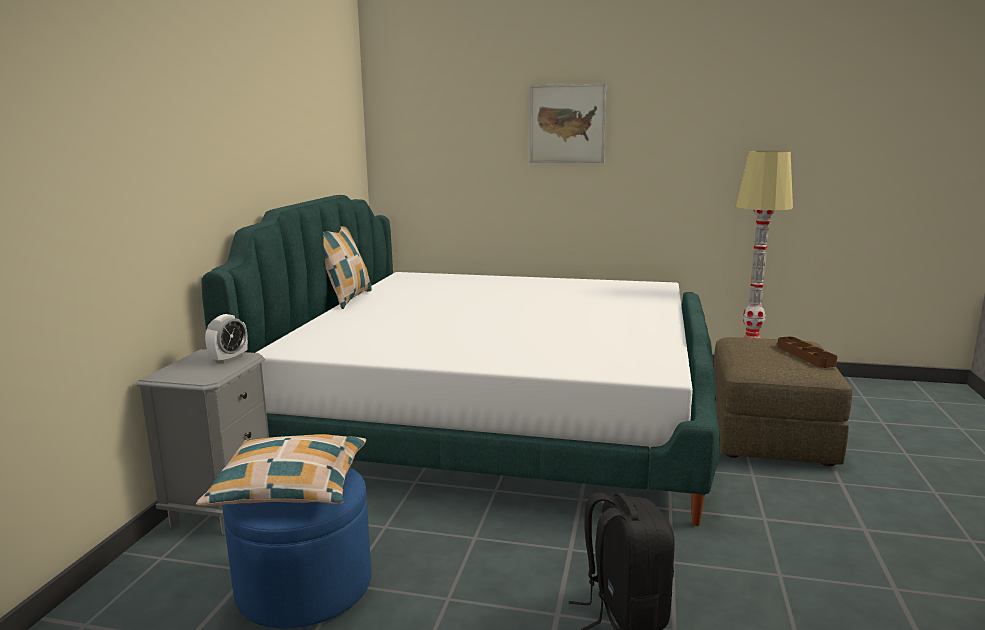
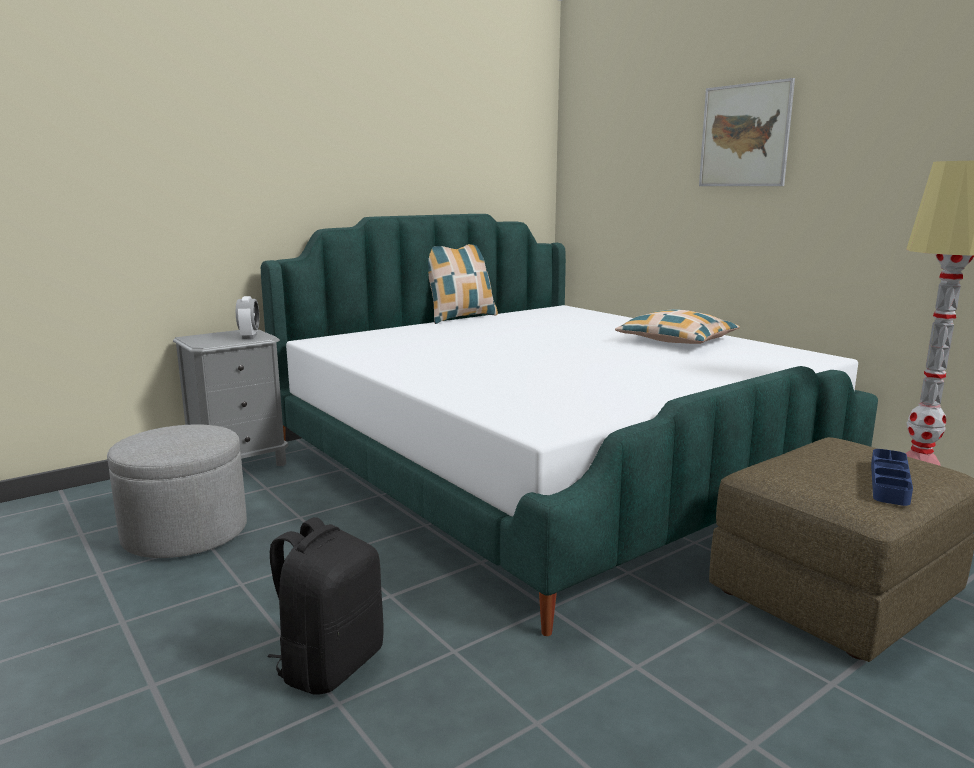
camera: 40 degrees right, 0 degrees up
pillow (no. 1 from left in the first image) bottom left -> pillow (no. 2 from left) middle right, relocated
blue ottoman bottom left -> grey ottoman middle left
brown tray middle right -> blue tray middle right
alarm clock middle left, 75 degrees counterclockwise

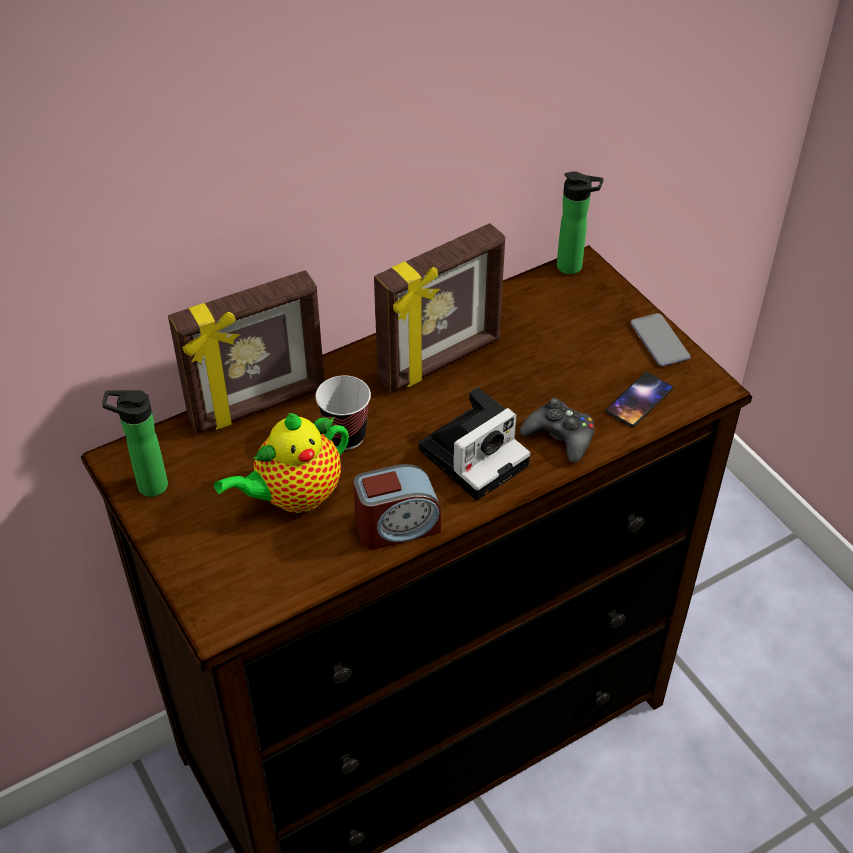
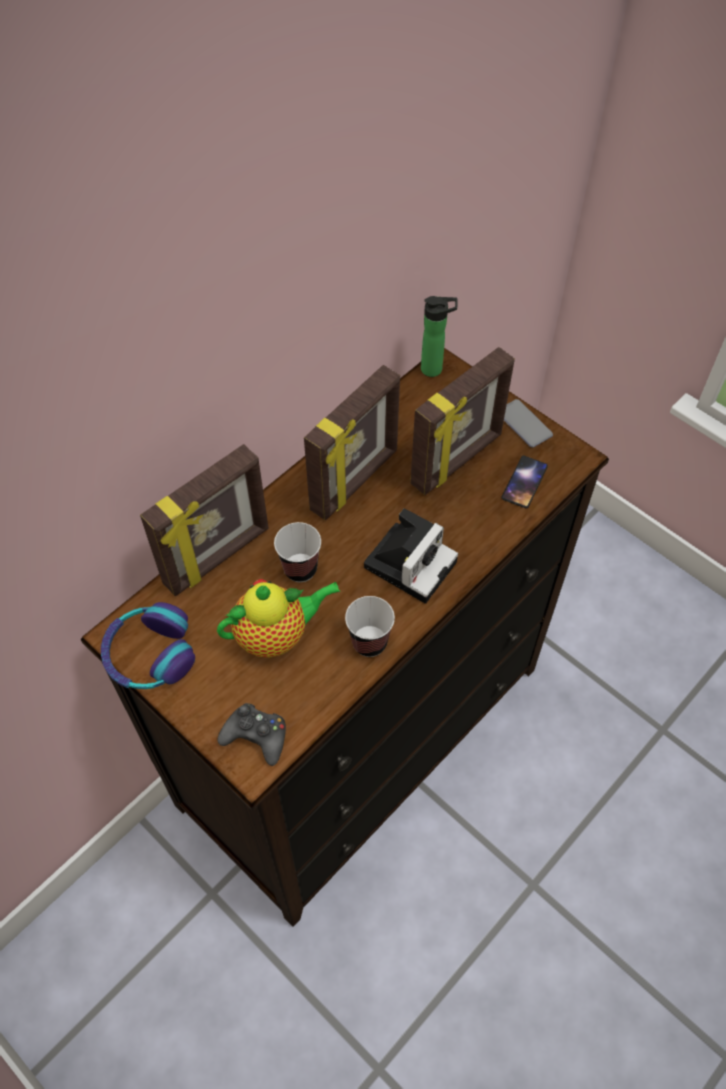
camera: 15 degrees left, 10 degrees up
none -> picture frame (no. 3 from left) centre
black game controller centre -> black game controller bottom centre, relocated
bottle (no. 1 from left) middle left -> headphones middle left
alarm clock centre -> cup (no. 2 from left) centre
teapot middle left -> teapot centre, 150 degrees counterclockwise

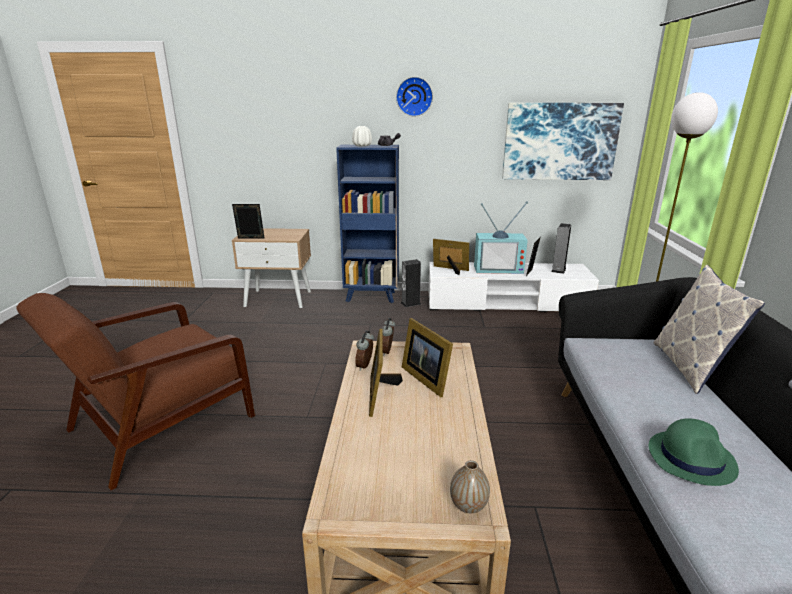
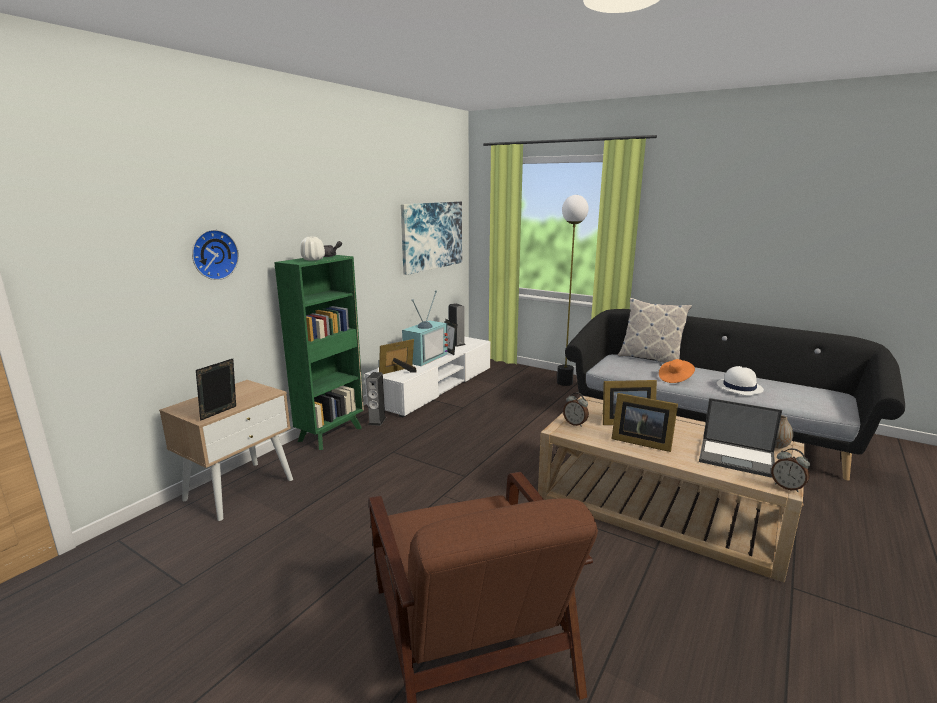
camera: 60 degrees left, 5 degrees down
none -> orange hat middle right
none -> laptop middle right
alarm clock (no. 1 from left in the first image) centre -> alarm clock (no. 2 from left) bottom right, relocated
wall clock top centre -> wall clock middle left, relocated
blue bookcase centre -> green bookcase centre
green hat bottom right -> white hat middle right

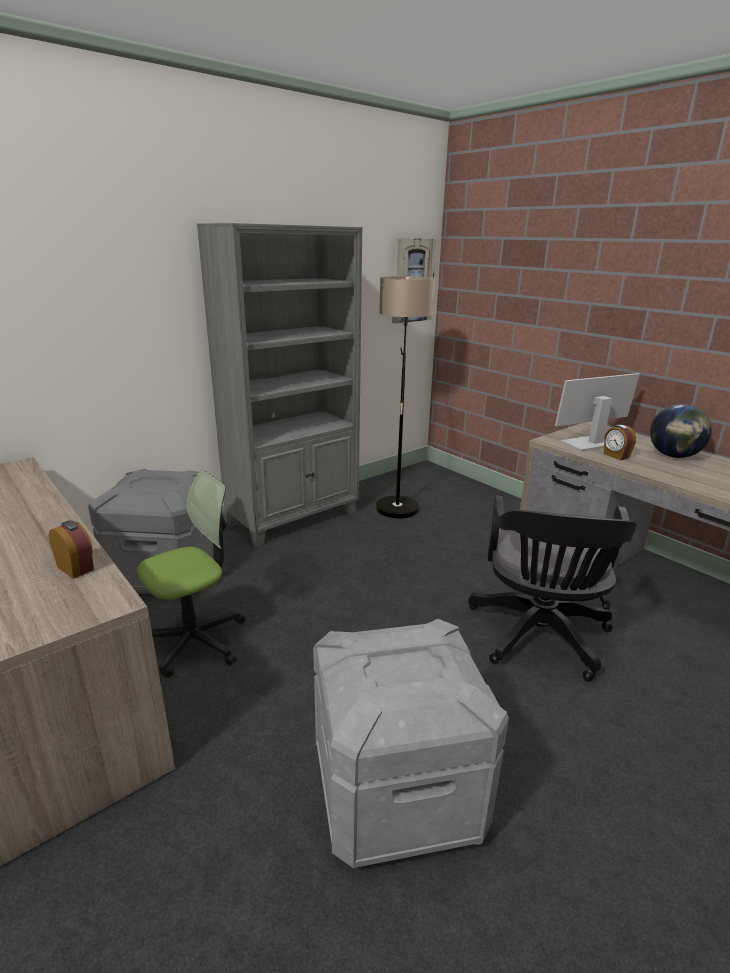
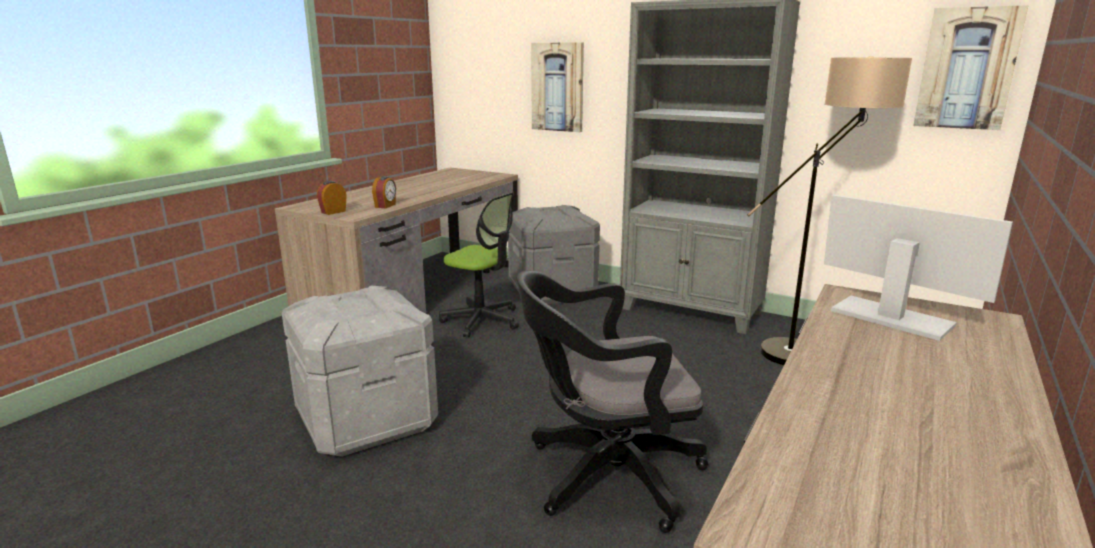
camera: 70 degrees right, 5 degrees down
globe middle right -> none
none -> picture (no. 1 from left) top centre
alarm clock (no. 2 from left in the first image) middle right -> alarm clock (no. 1 from left) middle left, relocated

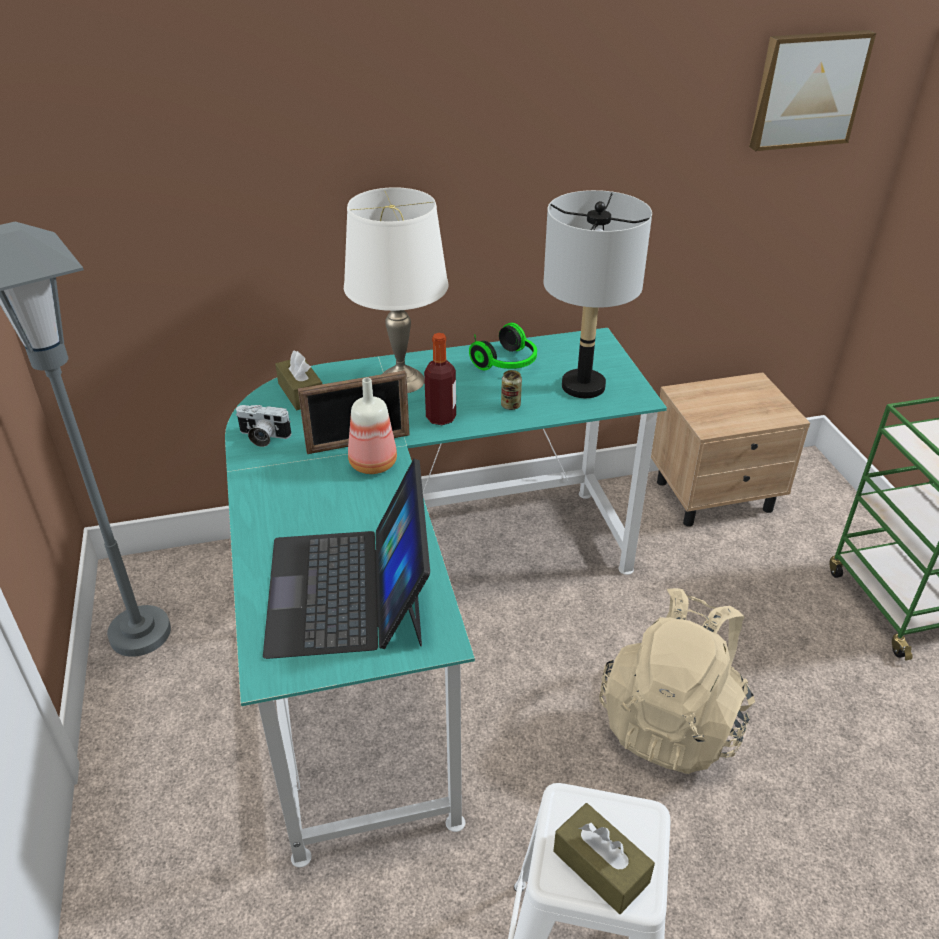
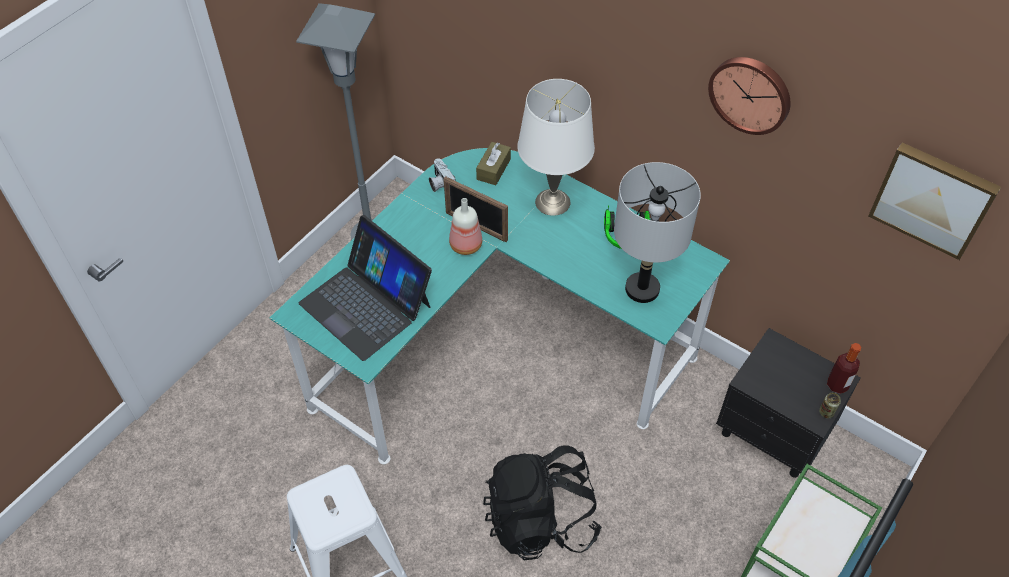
camera: 50 degrees right, 15 degrees up
brown tissue box (no. 2 from left) bottom centre -> none
none -> wall clock top right
bottle (no. 2 from left) centre -> bottle (no. 2 from left) middle right, relocated
can centre -> can bottom right, relocated
beige backpack bottom right -> black backpack bottom centre
beige nightstand middle right -> black nightstand bottom right
laptop centre, 90 degrees counterclockwise

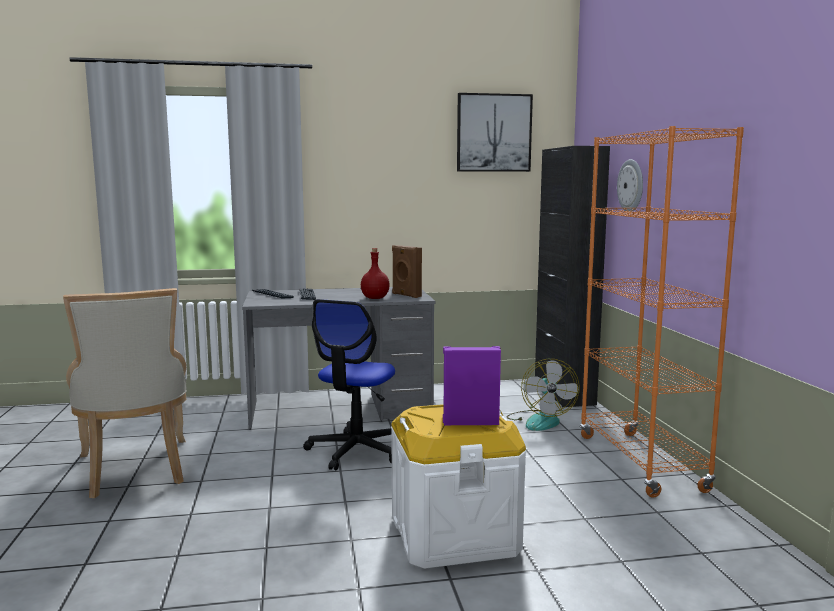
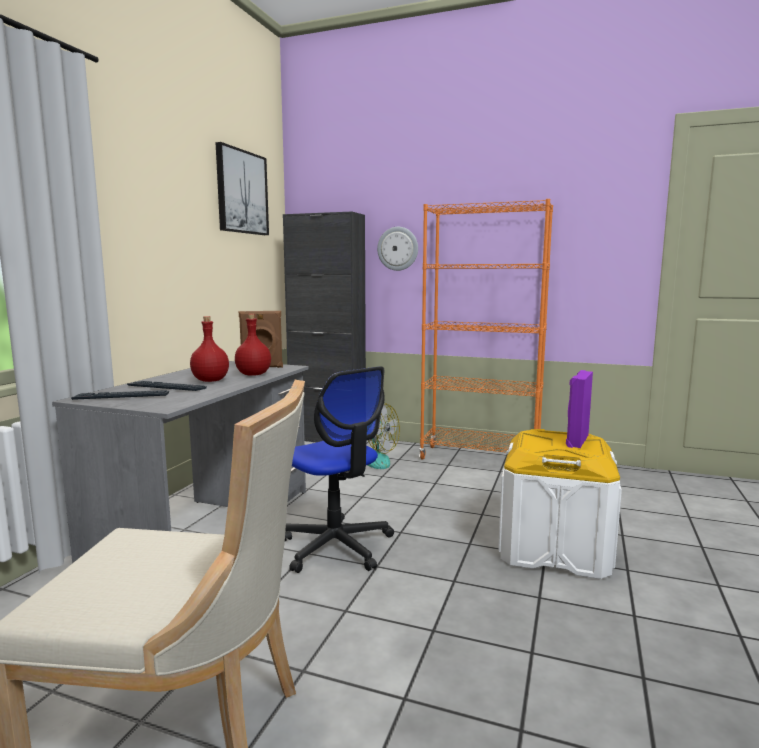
camera: 60 degrees left, 0 degrees up
none -> red bottle (no. 1 from left) middle left

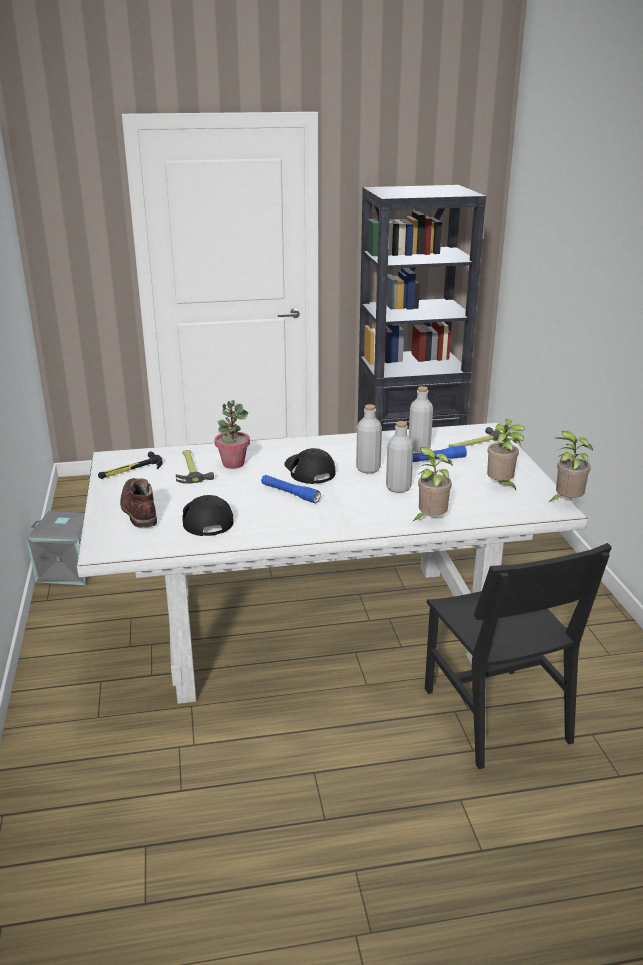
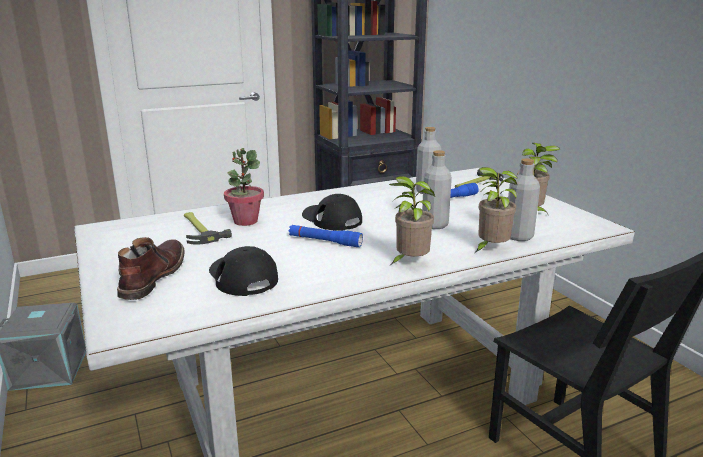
camera: 15 degrees left, 5 degrees down
hammer (no. 1 from left) middle left -> none
grey bottle (no. 1 from left in the first image) centre -> grey bottle (no. 3 from left) middle right, relocated
potted plant (no. 4 from left in the first image) middle right -> potted plant (no. 2 from left) centre, relocated
brown boot middle left, 45 degrees clockwise

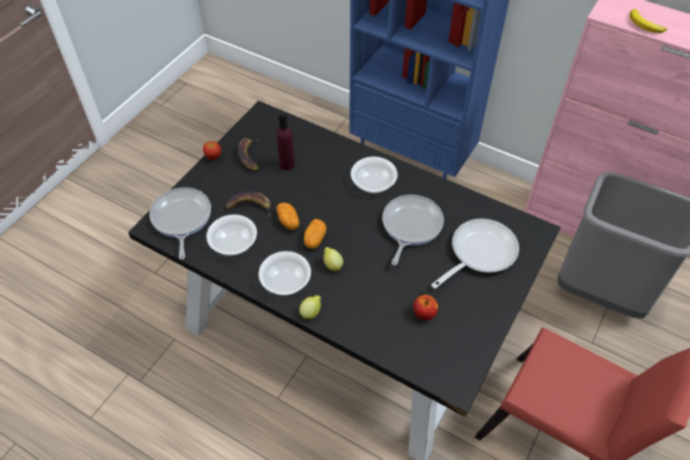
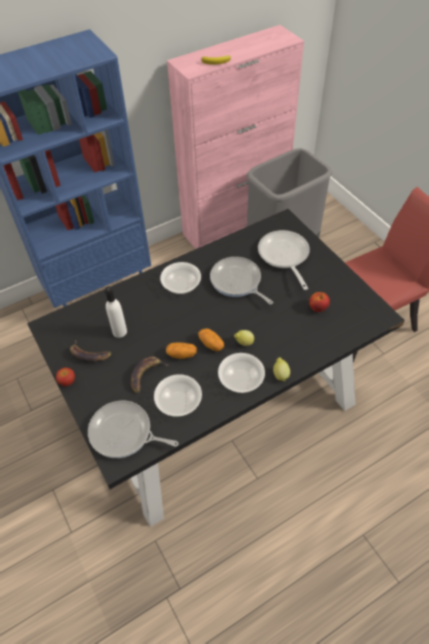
camera: 60 degrees left, 0 degrees up
purple bottle top centre -> white bottle middle left

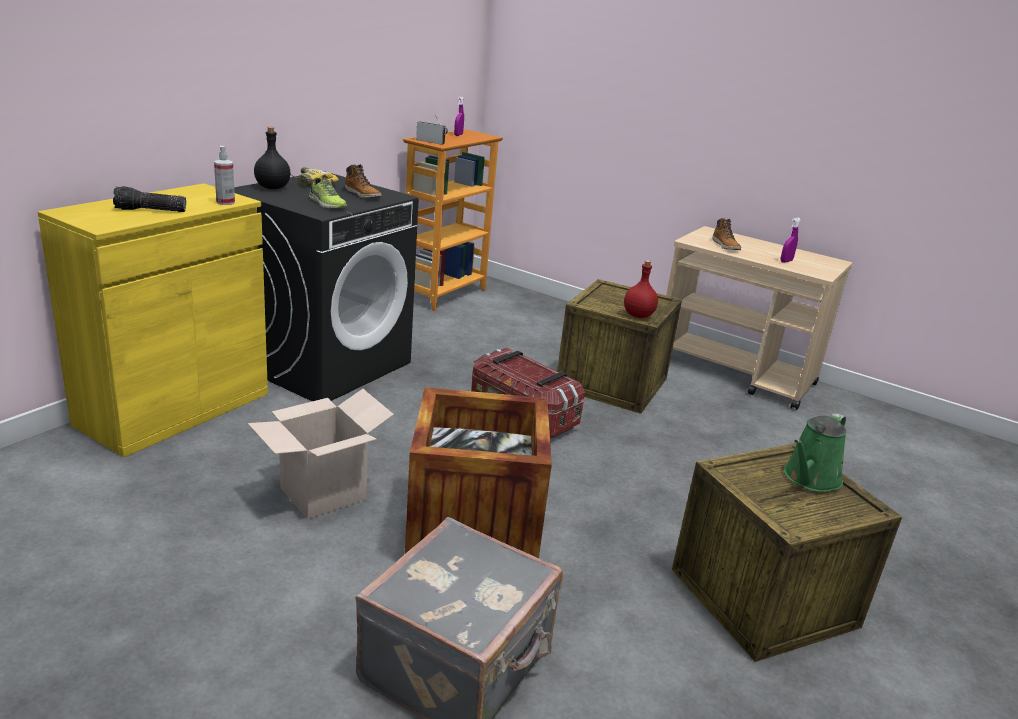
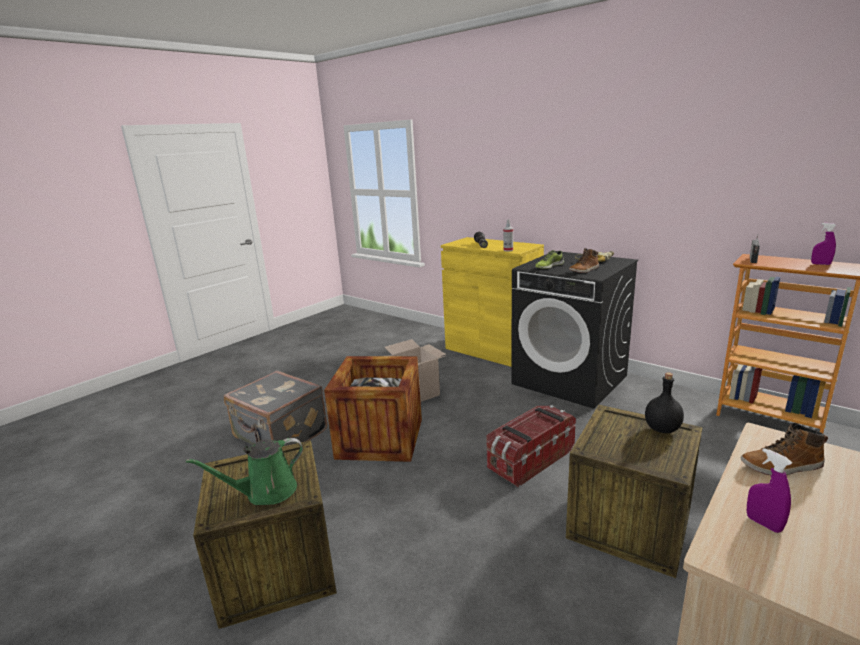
camera: 100 degrees right, 5 degrees down
red bottle centre -> none
black bottle top left -> black bottle middle right, relocated
green watering can middle right -> green watering can bottom left, 75 degrees counterclockwise

